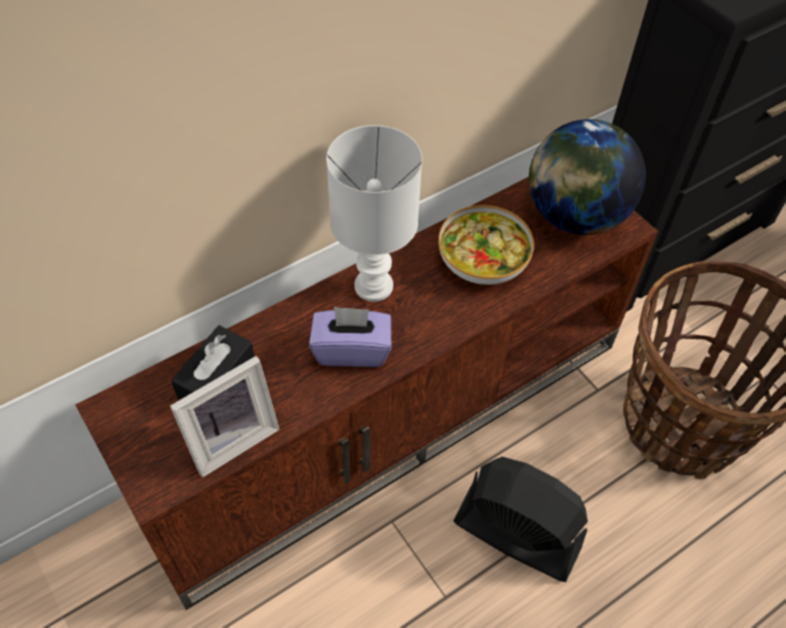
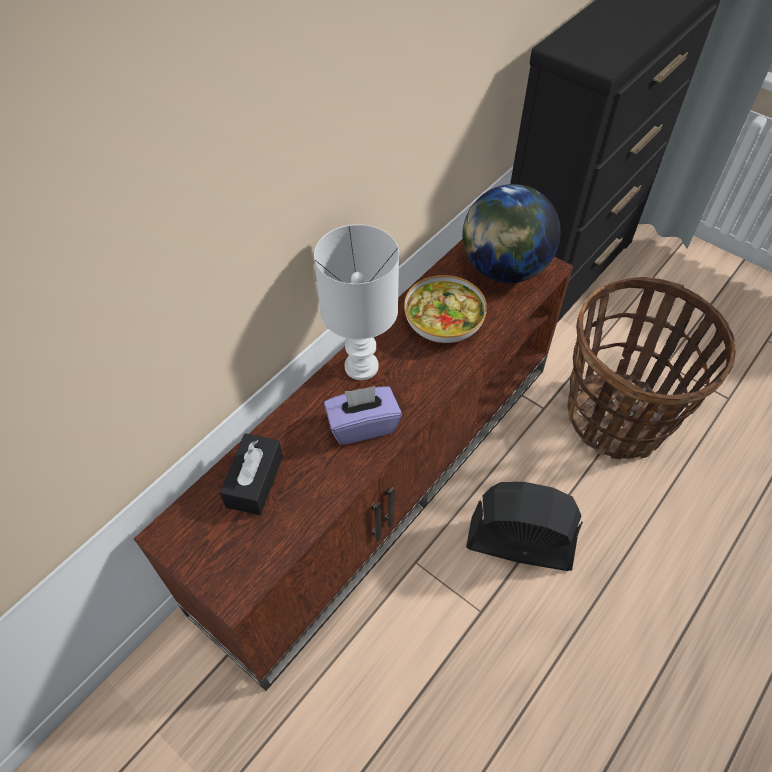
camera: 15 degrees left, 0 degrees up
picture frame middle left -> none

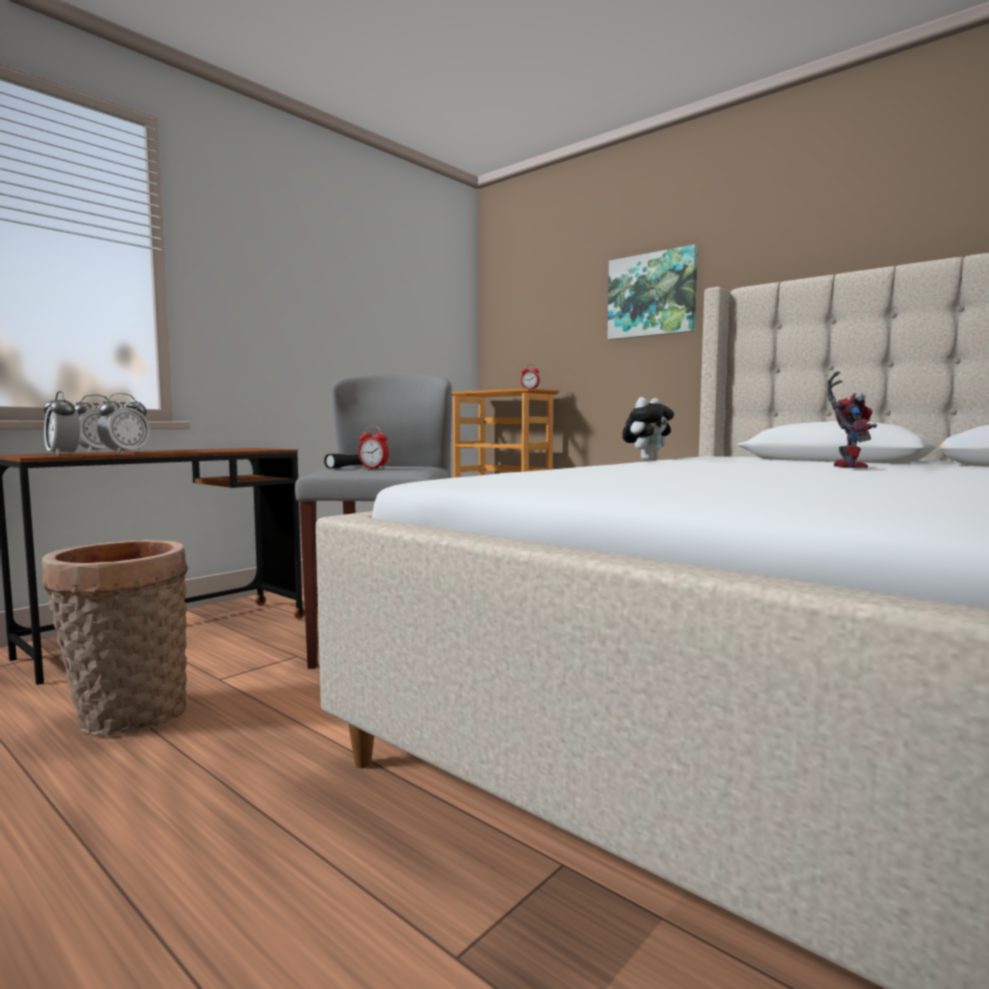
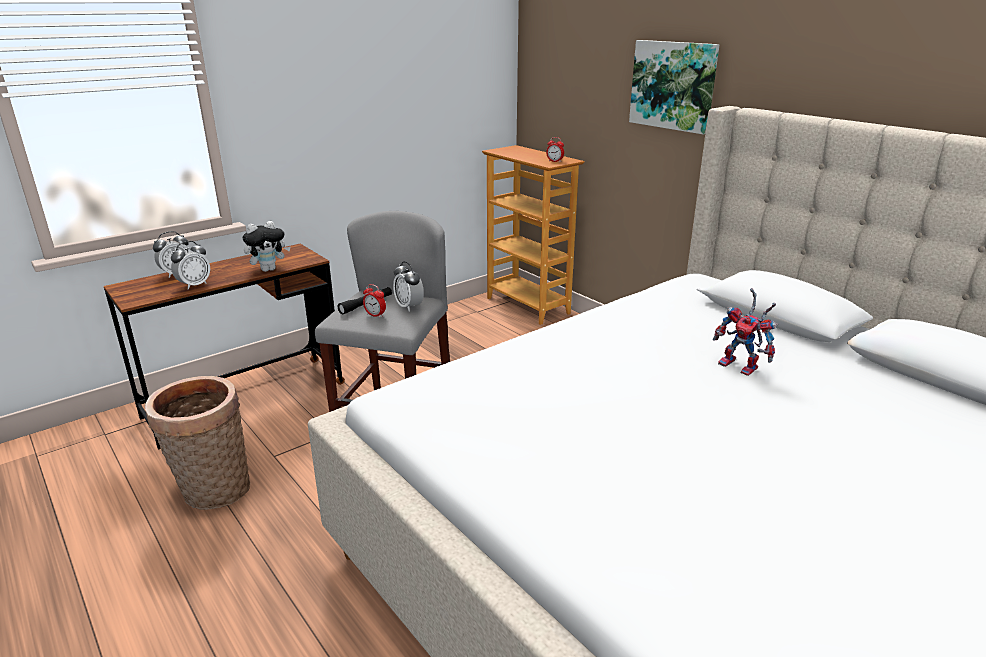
camera: 10 degrees right, 20 degrees up
alarm clock (no. 1 from left in the first image) middle left -> alarm clock (no. 4 from left) centre, relocated
plush toy centre -> plush toy middle left, relocated
toy robot middle right, 105 degrees clockwise

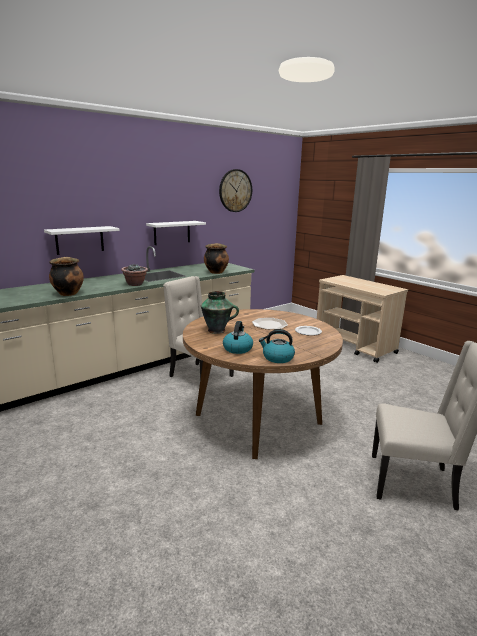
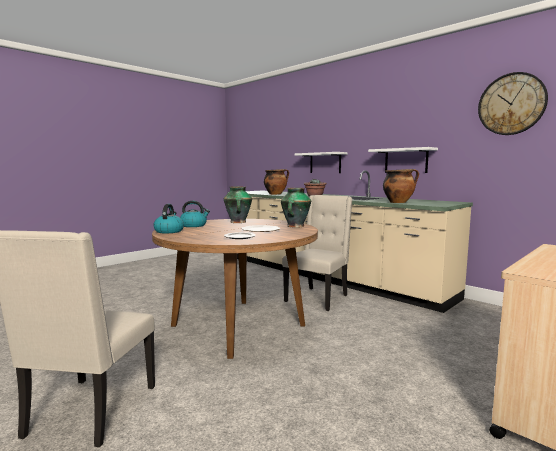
camera: 85 degrees right, 10 degrees down
none -> vase (no. 2 from left) centre

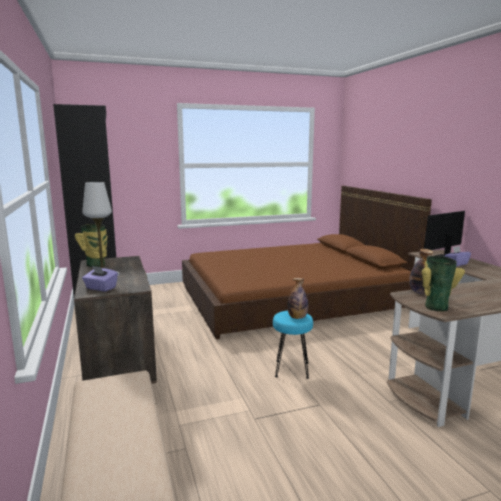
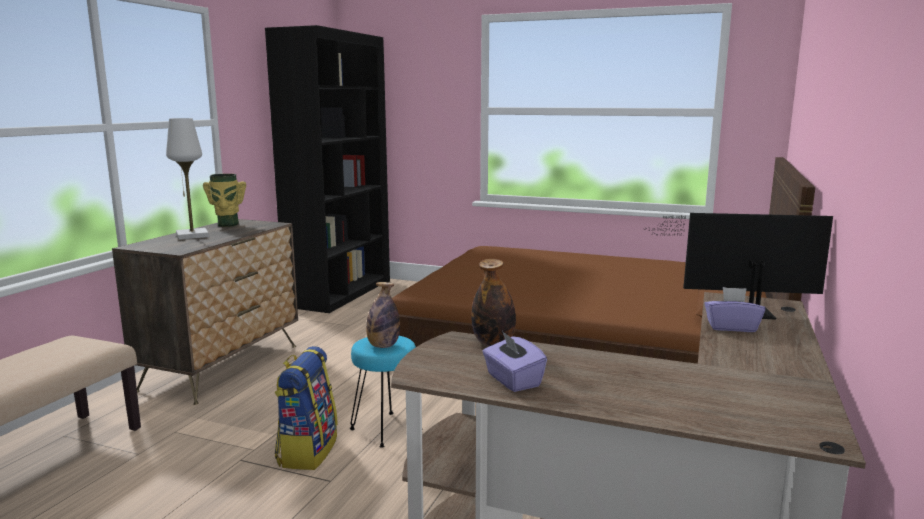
camera: 40 degrees right, 0 degrees up
vase (no. 2 from left) middle right -> none
none -> backpack bottom left
purple tissue box (no. 1 from left) middle left -> purple tissue box (no. 1 from left) bottom centre, relocated

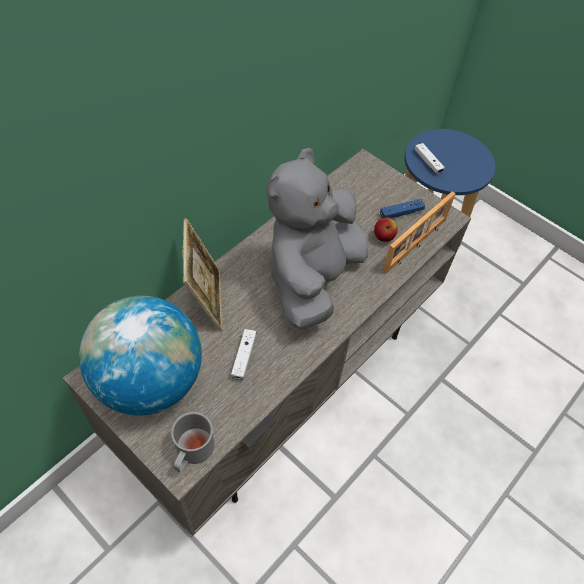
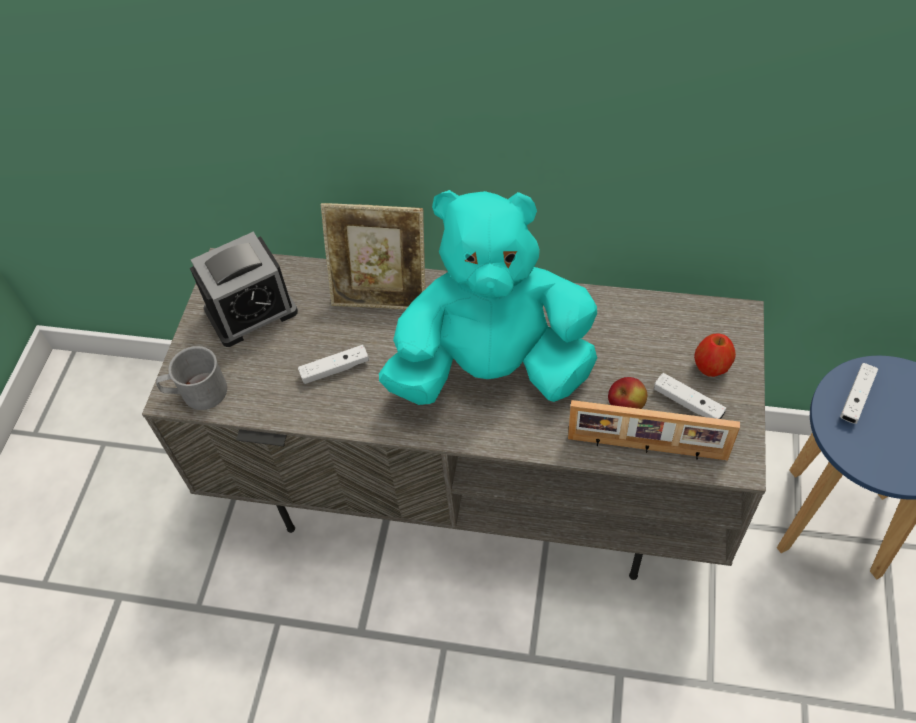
camera: 65 degrees right, 0 degrees up
none -> apple (no. 2 from left) middle right
globe middle left -> alarm clock middle left
grey plush toy centre -> turquoise plush toy centre
blue game controller middle right -> white game controller (no. 2 from left) middle right
picture frame (no. 1 from left) centre, 45 degrees clockwise

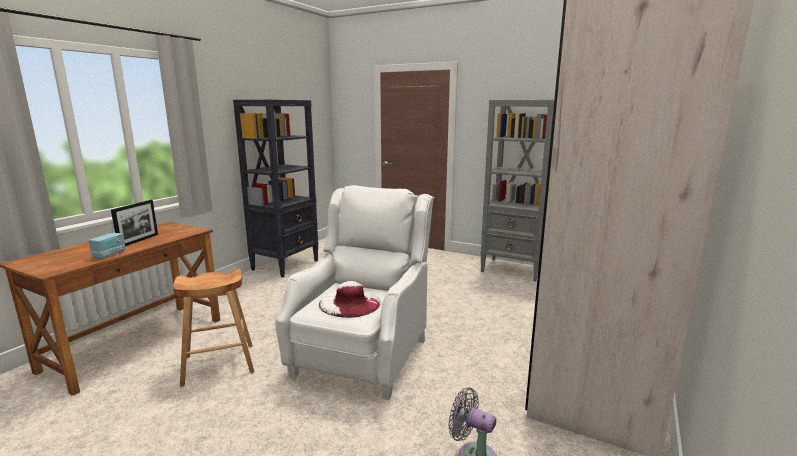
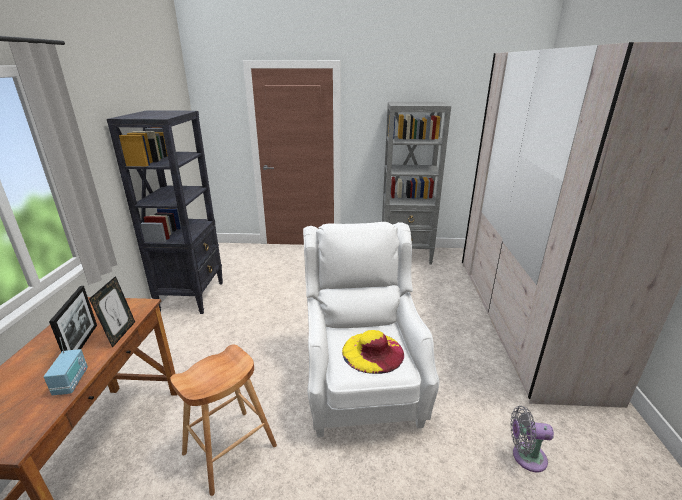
camera: 25 degrees left, 10 degrees up
none -> picture frame (no. 2 from left) middle left
white hat centre -> yellow hat bottom centre

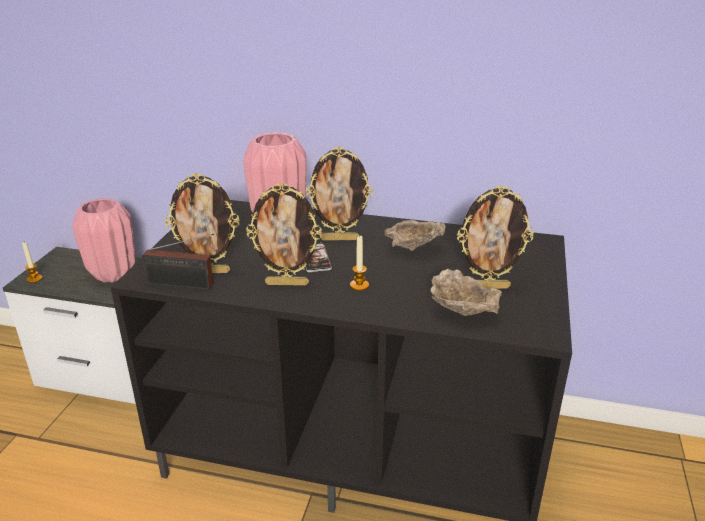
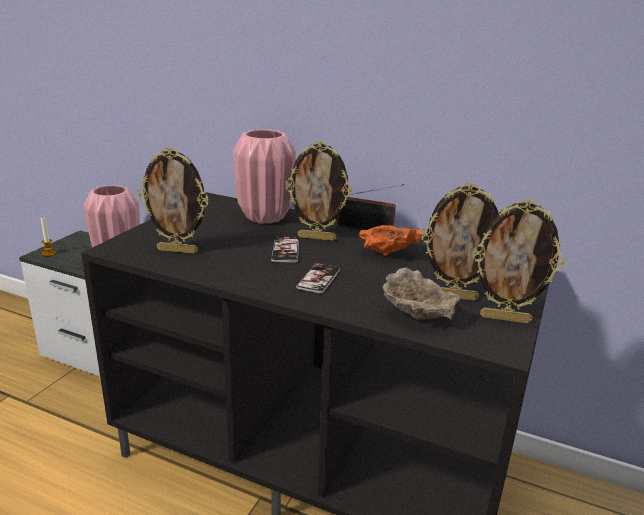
camera: 10 degrees right, 5 degrees down
radio middle left -> radio centre, relocated
picture frame (no. 2 from left in the first image) centre -> picture frame (no. 4 from left) middle right, relocated
candle (no. 2 from left) centre -> phone (no. 2 from left) centre
beige bowl (no. 1 from left) centre -> orange bowl centre

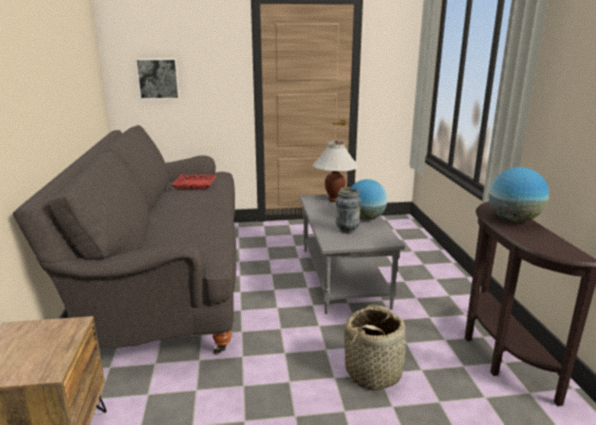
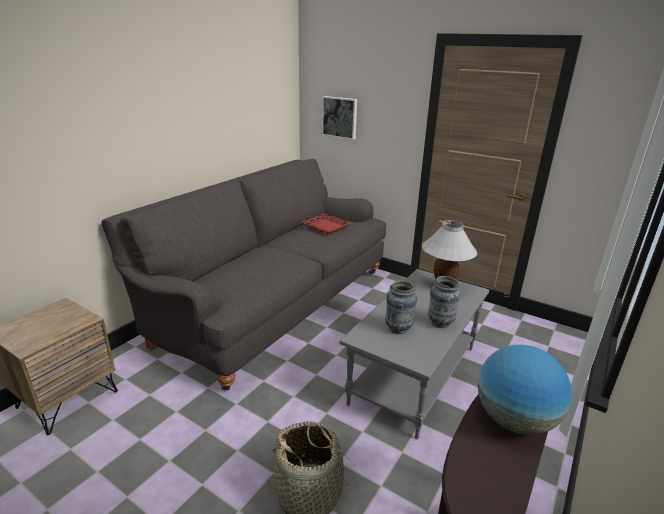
camera: 40 degrees right, 5 degrees up
globe (no. 1 from left) centre -> vase (no. 2 from left) middle right

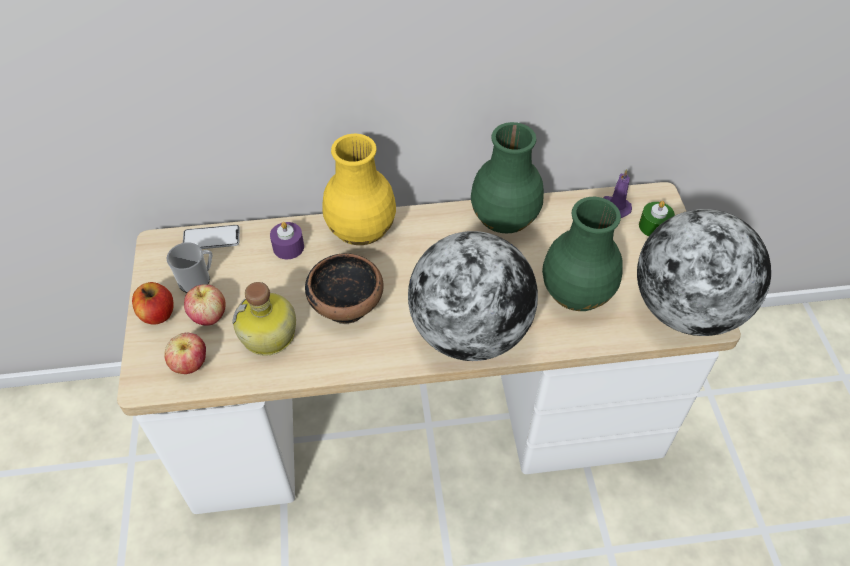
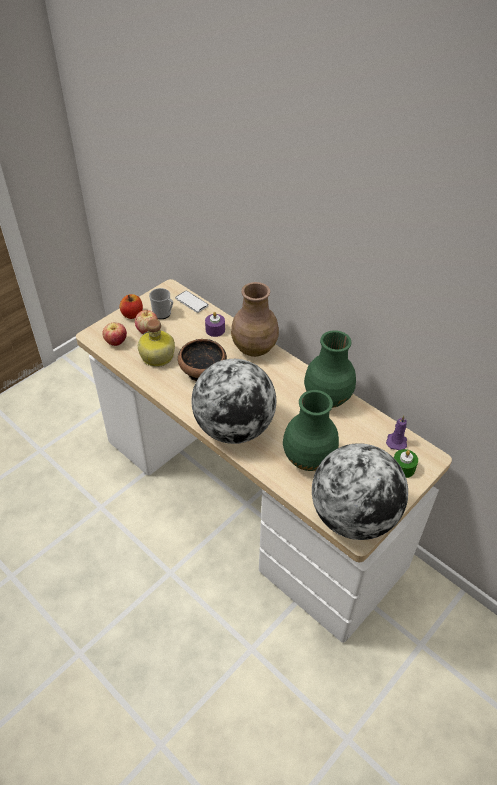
camera: 50 degrees right, 5 degrees down
yellow vase centre -> brown vase centre

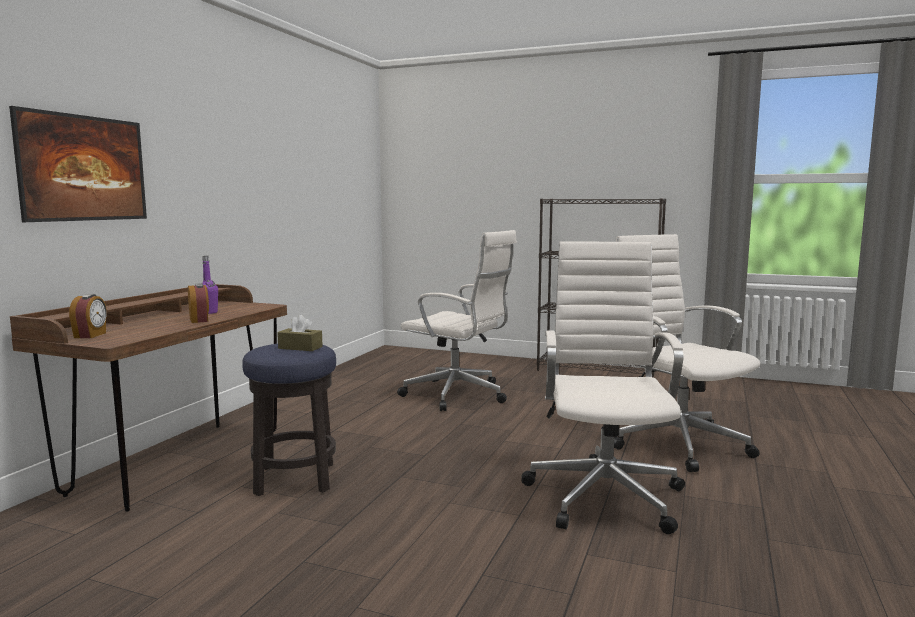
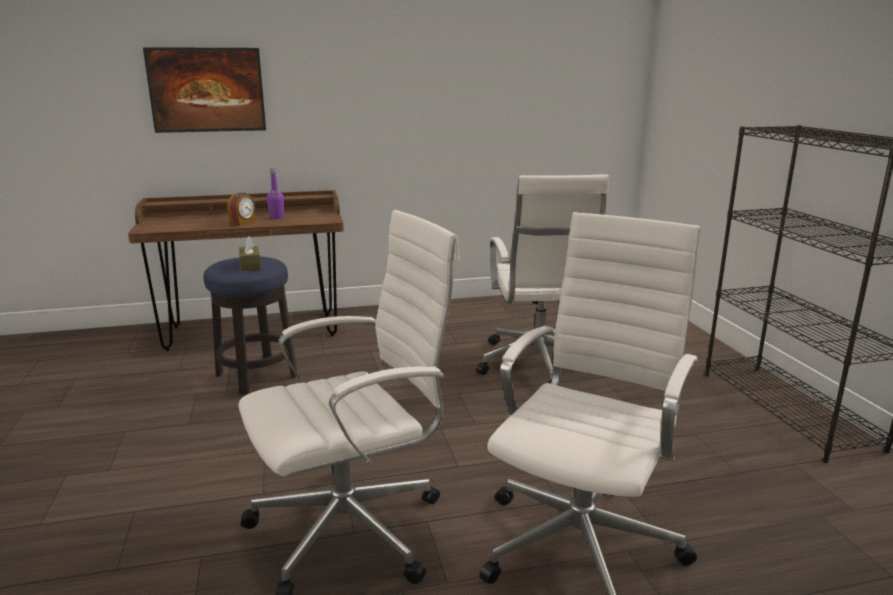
camera: 55 degrees right, 10 degrees up
alarm clock (no. 1 from left) middle left -> none

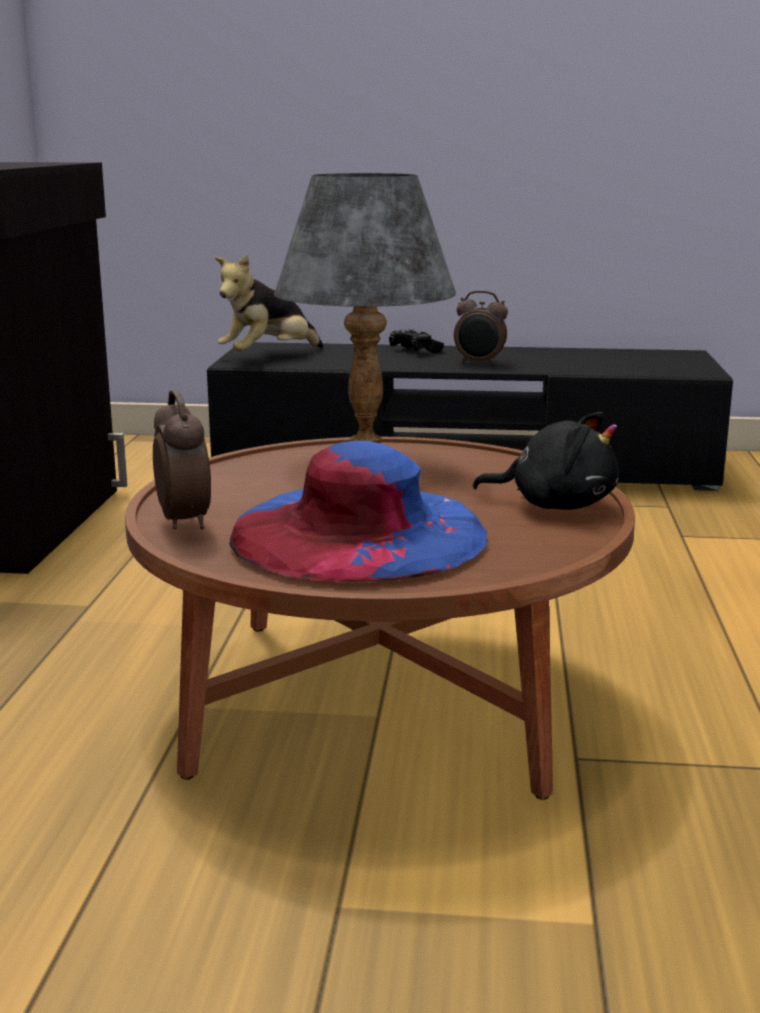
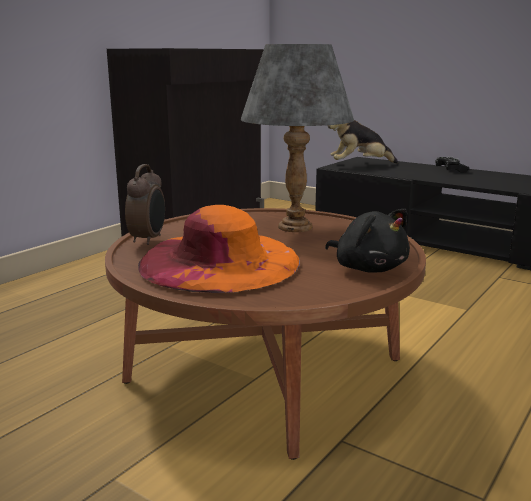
camera: 30 degrees right, 0 degrees up
alarm clock (no. 2 from left) top centre -> none
blue hat centre -> orange hat centre

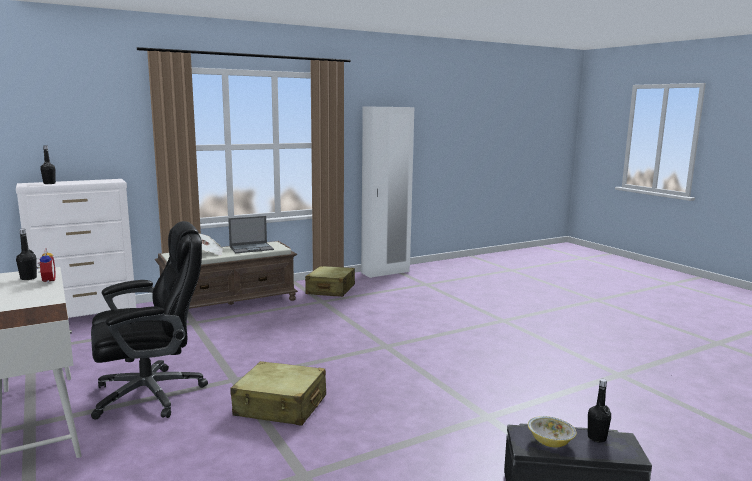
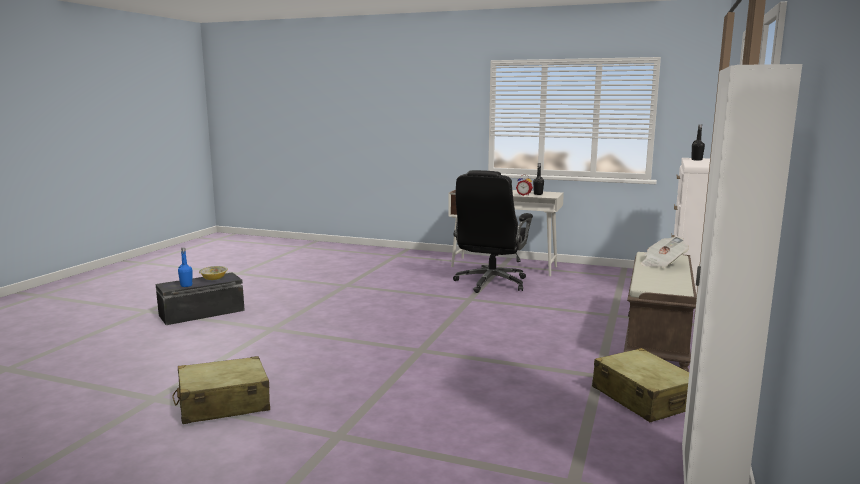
camera: 140 degrees right, 0 degrees up
laptop centre -> none
beige suitcase (no. 1 from left) bottom centre -> beige suitcase (no. 1 from left) bottom left, relocated
black bottle (no. 3 from left) bottom right -> blue bottle middle left

